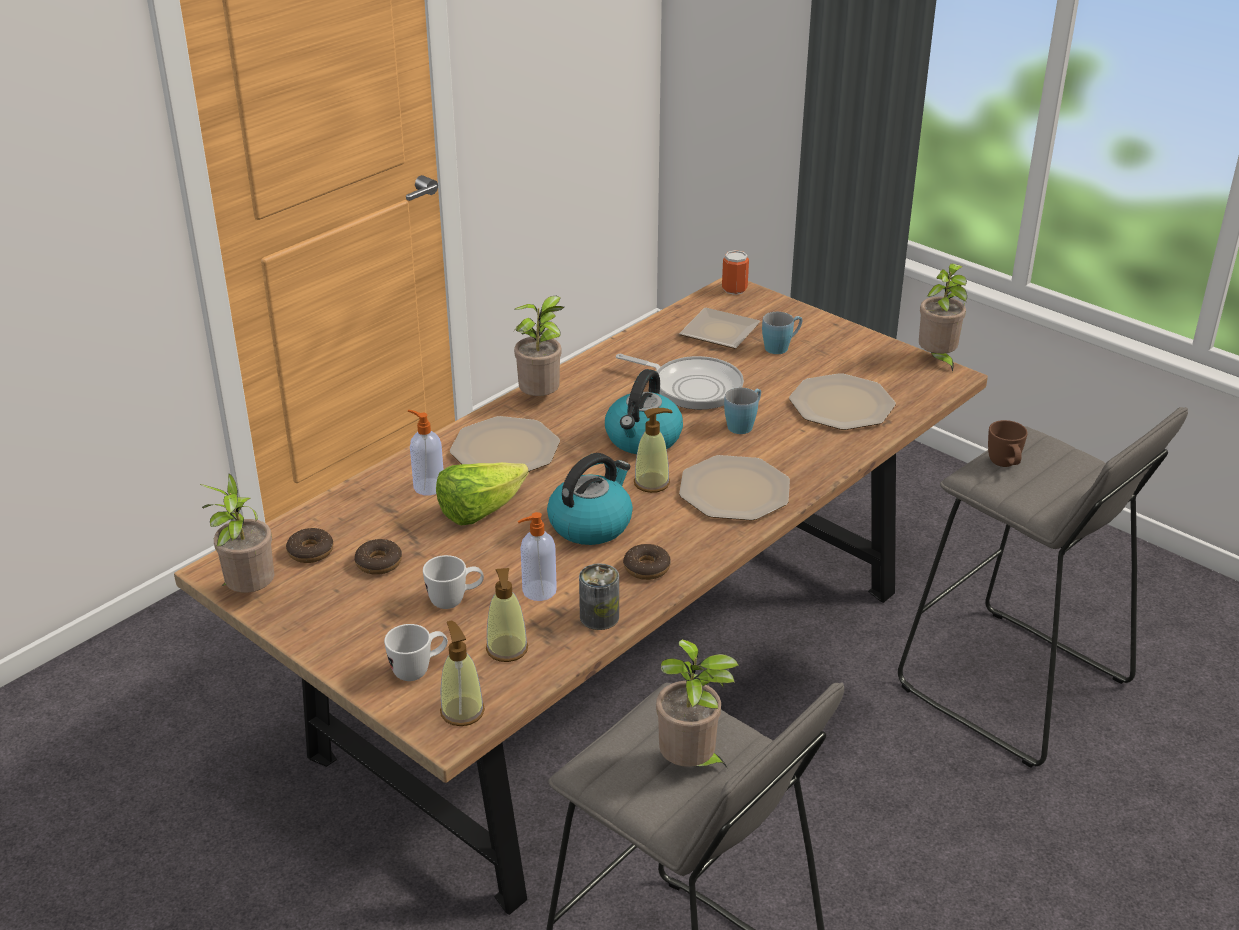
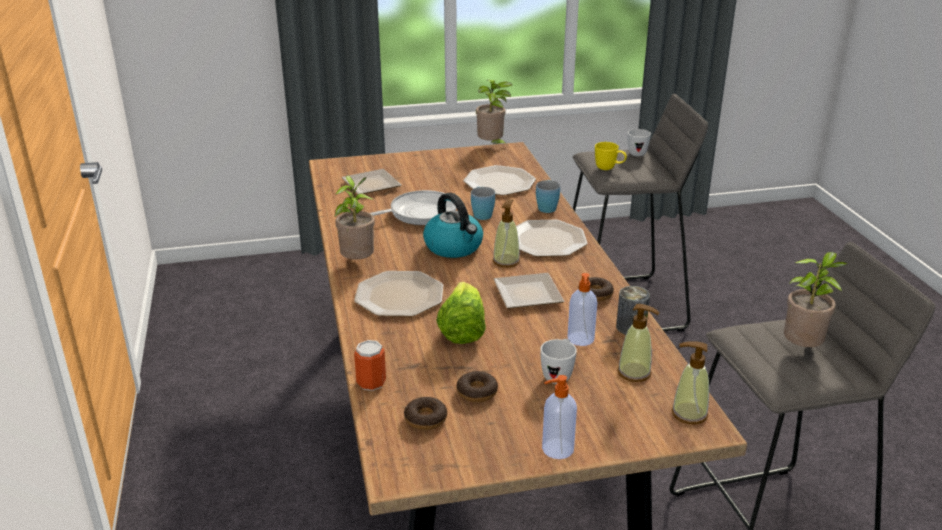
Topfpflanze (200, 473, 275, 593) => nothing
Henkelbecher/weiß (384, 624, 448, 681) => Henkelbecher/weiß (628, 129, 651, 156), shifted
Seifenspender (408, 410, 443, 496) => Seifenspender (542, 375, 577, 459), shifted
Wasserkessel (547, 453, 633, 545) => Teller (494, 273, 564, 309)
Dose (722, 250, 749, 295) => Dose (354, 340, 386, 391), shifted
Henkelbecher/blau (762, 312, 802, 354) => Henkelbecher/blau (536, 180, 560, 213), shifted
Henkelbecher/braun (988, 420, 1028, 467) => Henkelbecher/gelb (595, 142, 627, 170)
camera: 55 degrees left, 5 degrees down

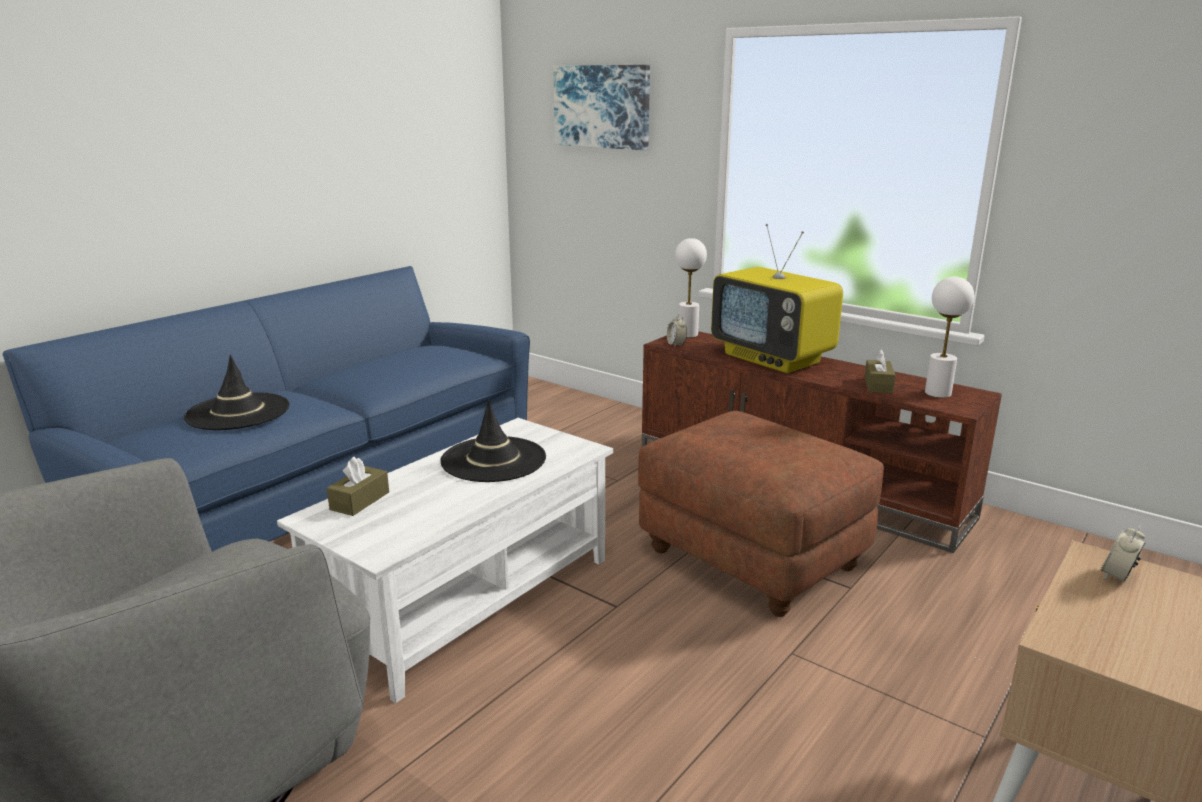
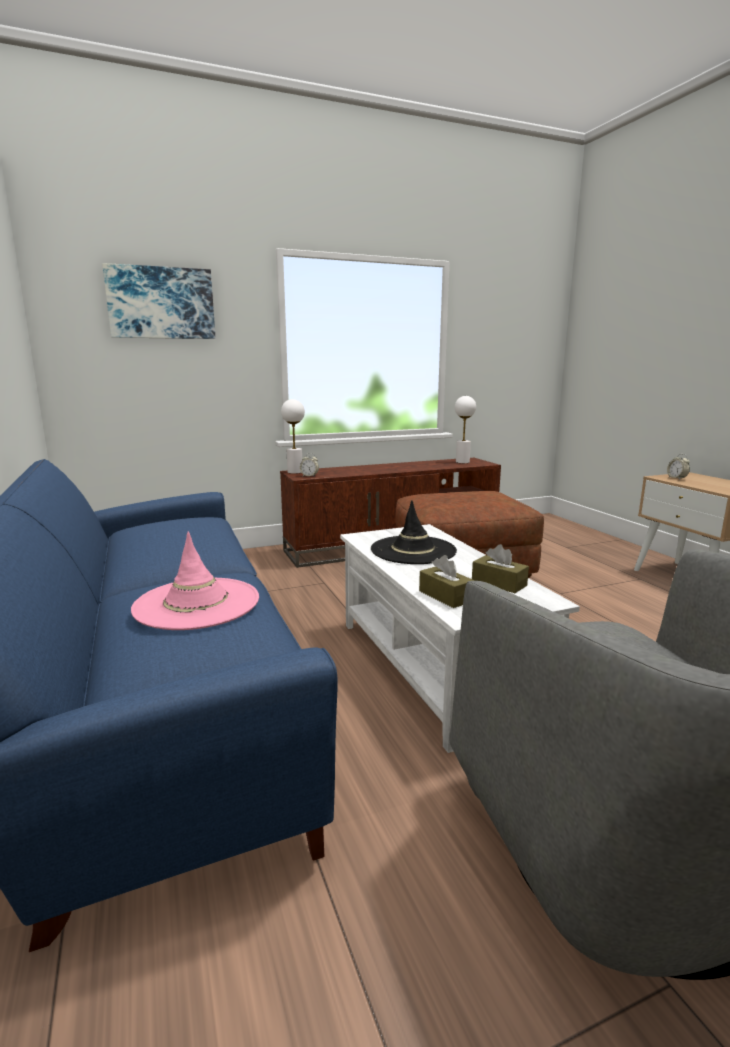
Hut/schwarz (184, 355, 289, 430) => Hut/rosa (131, 532, 259, 630)
Fernseher (711, 224, 843, 373) => nothing
Taschentuchbox/braun (865, 349, 896, 393) => Taschentuchbox/braun (472, 544, 529, 593), shifted
camera: 60 degrees left, 5 degrees down

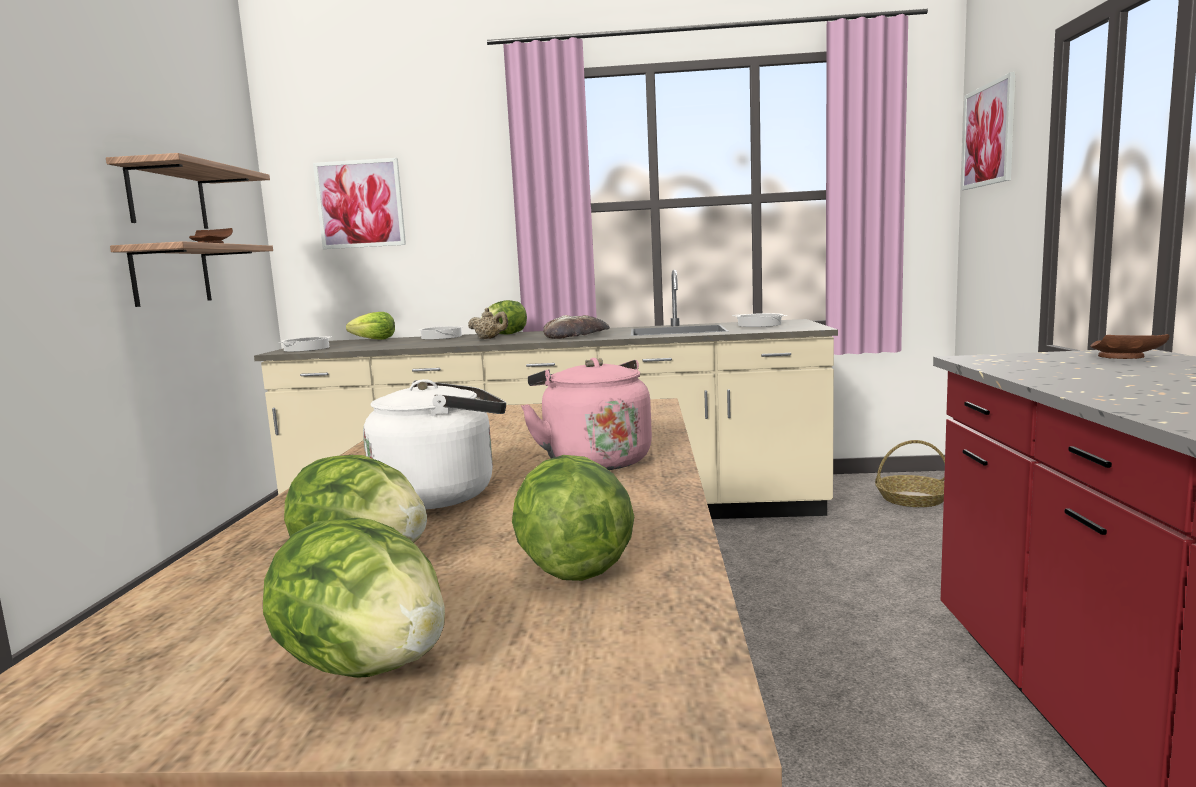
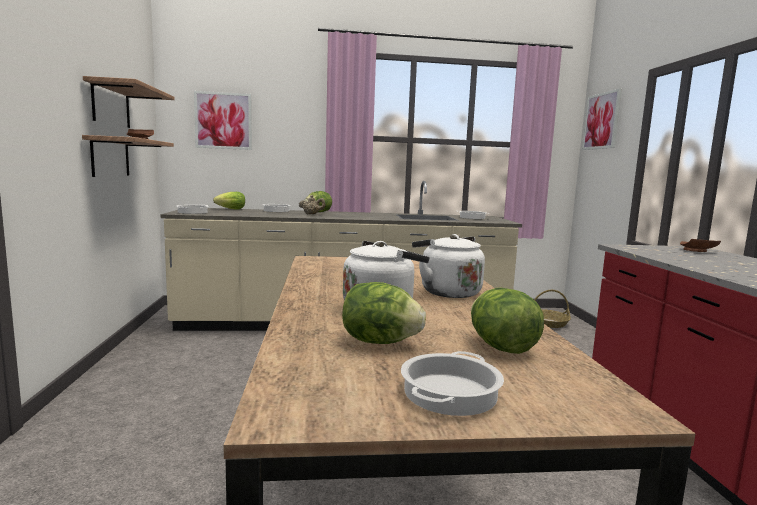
Salatkopf (263, 518, 445, 678) => Kochtopf (401, 351, 504, 416)
Wasserkessel/rosa (521, 358, 652, 470) => Wasserkessel/weiß (412, 234, 485, 298)
Brot (543, 315, 610, 339) => nothing
camera: 10 degrees left, 0 degrees up

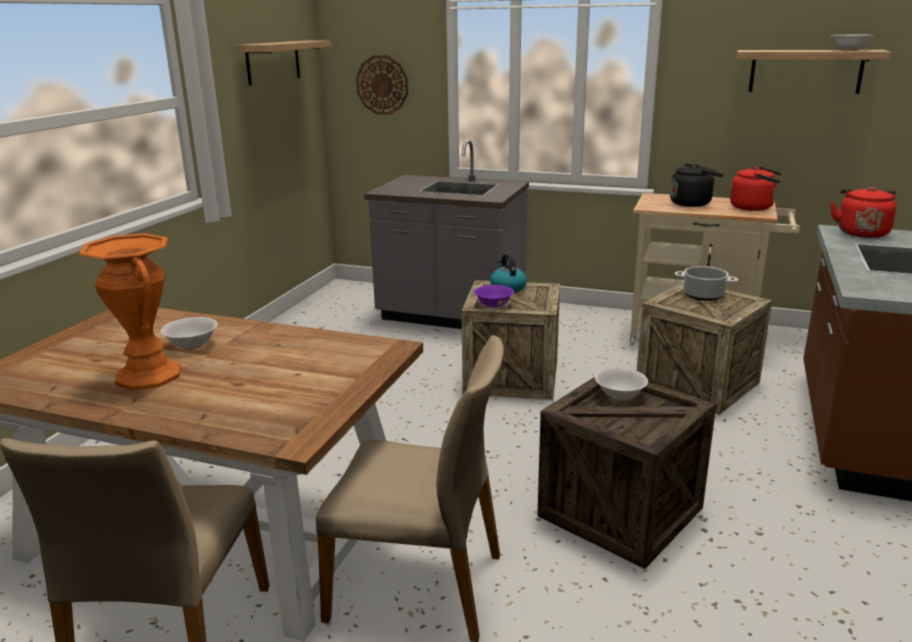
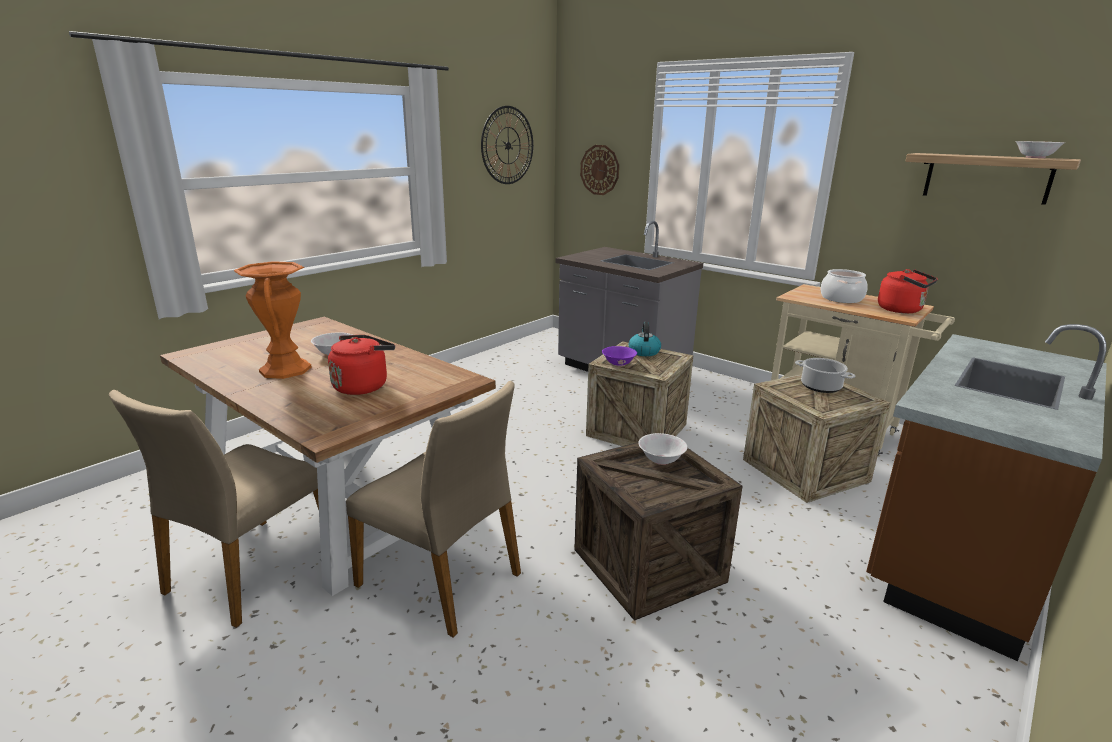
Wandregal (236, 40, 331, 85) => Wanduhr (481, 106, 533, 184)
Wasserkessel/schwarz (670, 163, 723, 207) => Kochtopf (820, 269, 868, 303)
Wasserkessel/rot (830, 187, 897, 238) => Wasserkessel/rot (328, 335, 395, 395), shifted
camera: 20 degrees right, 0 degrees up

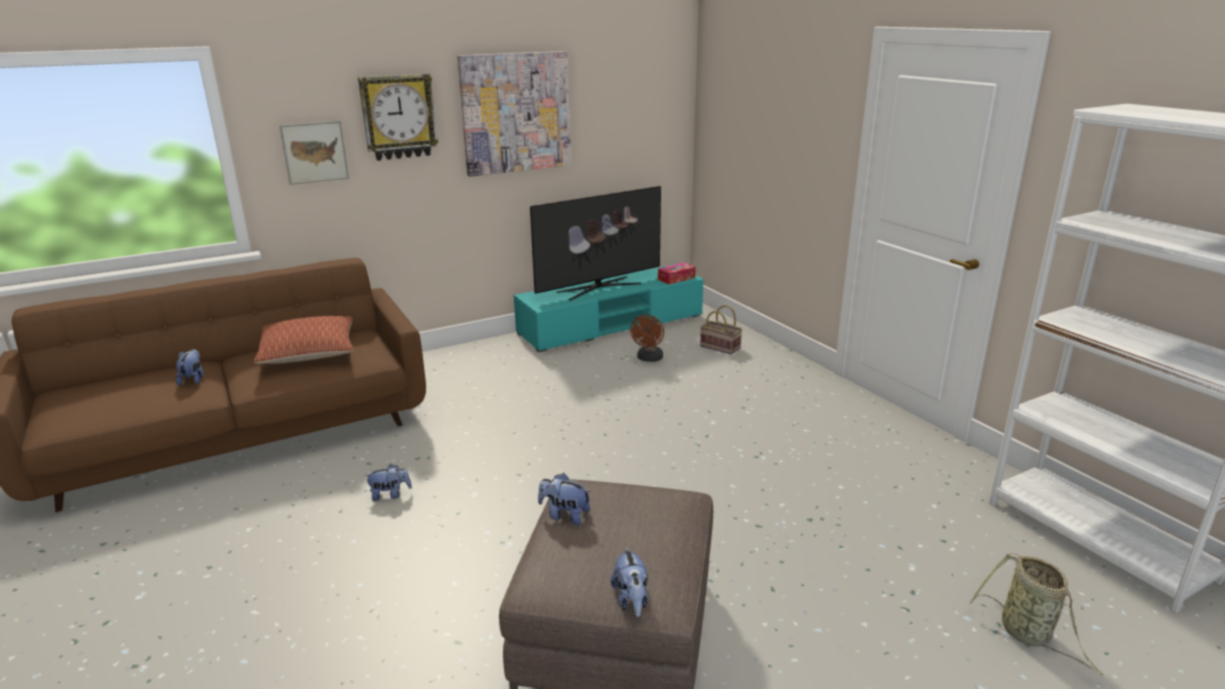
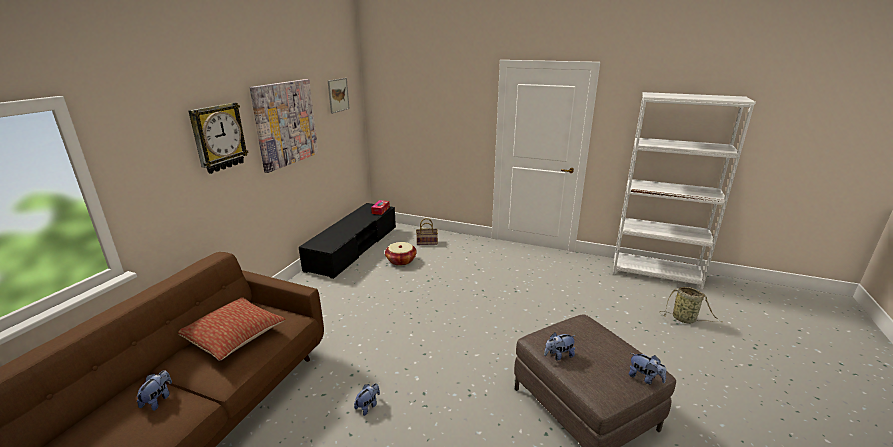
Plüschtier (176, 349, 204, 386) => Plüschtier (136, 370, 172, 411), 60 degrees clockwise
Bild (279, 121, 349, 185) => Bild (328, 78, 350, 114), shifted
Fernsehschrank/türkis (514, 265, 704, 352) => Fernsehschrank/schwarz (299, 203, 396, 279)
Fernseher (530, 186, 661, 301) => nothing
Ventilator/braun (630, 315, 664, 362) => Korb (385, 242, 417, 266)
camera: 40 degrees left, 0 degrees up

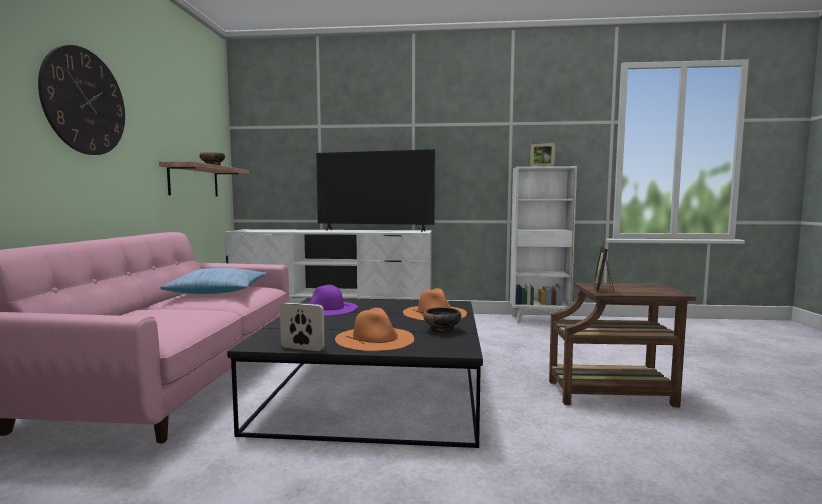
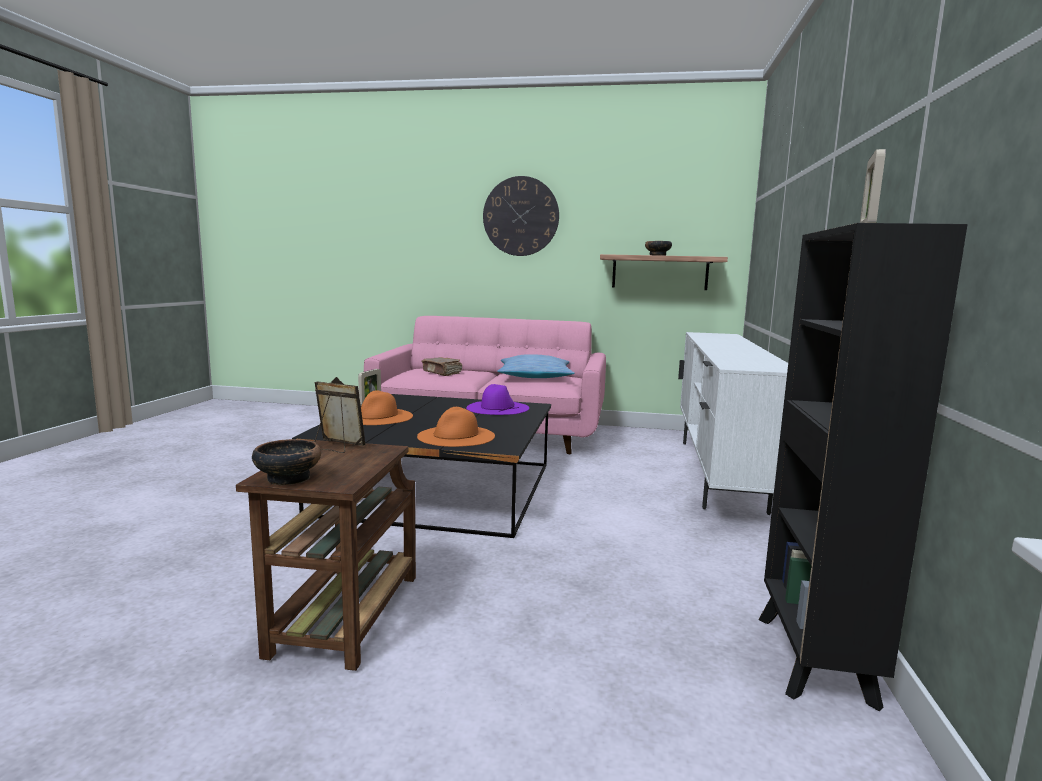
Fernseher (316, 149, 435, 232) => nothing
Schüssel (423, 307, 461, 333) => Schüssel (252, 439, 321, 485), shifted
Bücherregal/weiß (510, 166, 577, 323) => Bücherregal/schwarz (758, 223, 968, 711)
nothing => Buch/braun (422, 357, 462, 376)
camera: 95 degrees right, 5 degrees up

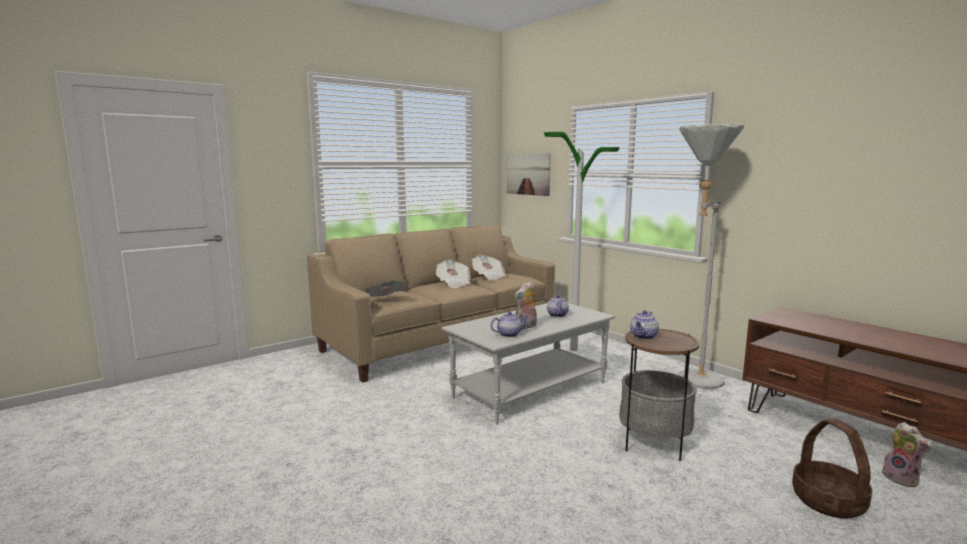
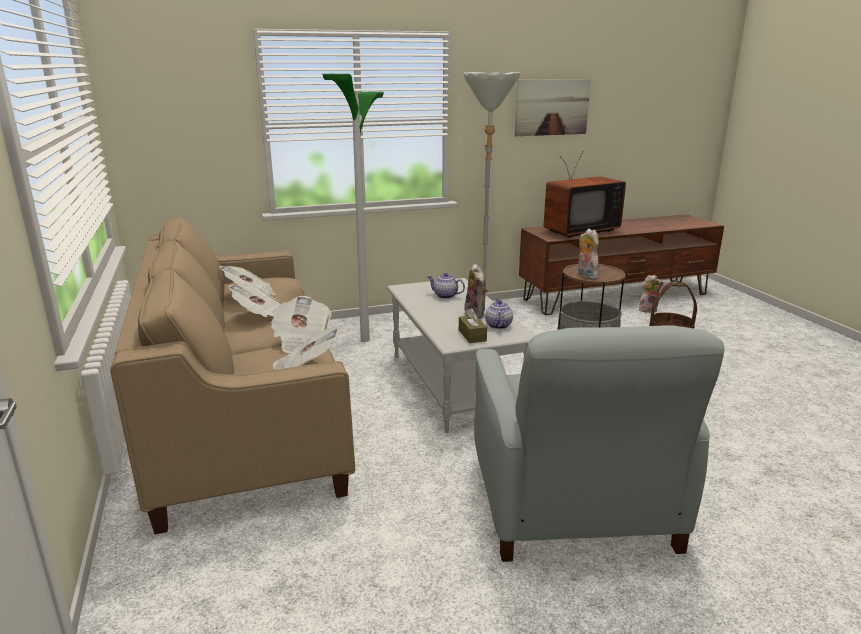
Bild (507, 153, 551, 196) => Bild (515, 79, 591, 136), shifted
Teekanne (630, 310, 659, 339) => Plüschtier (578, 228, 601, 279)
nothing => Zeitung (270, 296, 332, 353)
nothing => Taschentuchbox/braun (459, 308, 487, 343)
nothing => Sessel/grau (474, 325, 724, 562)
nothing => Fernseher (543, 152, 626, 238)
camera: 70 degrees left, 10 degrees up

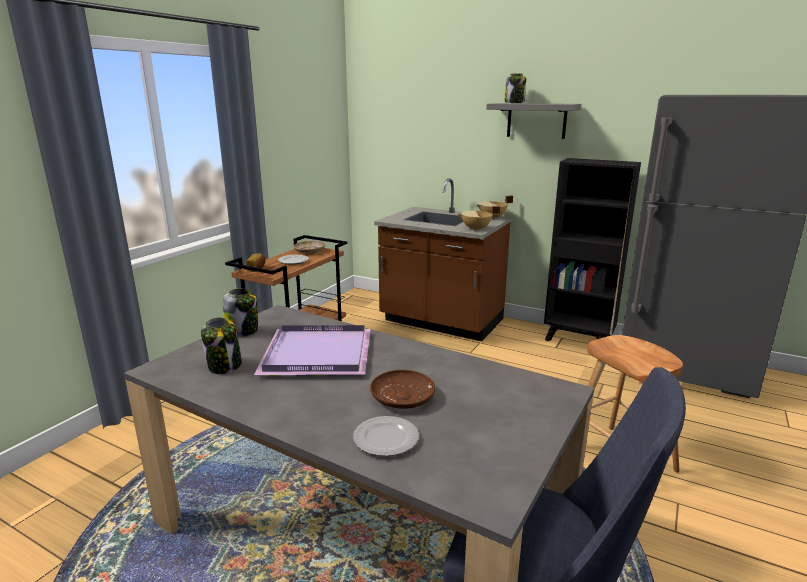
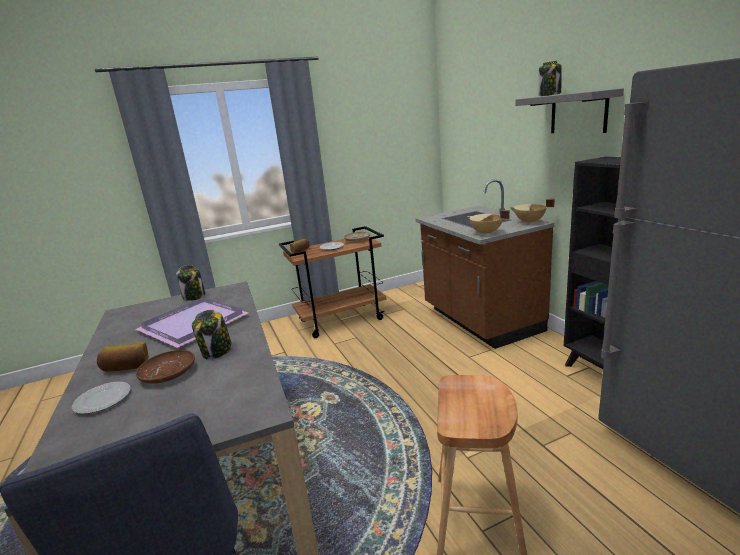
Vorratsglas (201, 317, 242, 374) => Vorratsglas (192, 310, 232, 360), shifted
nothing => Brot (97, 342, 149, 372)
camera: 40 degrees right, 0 degrees up

